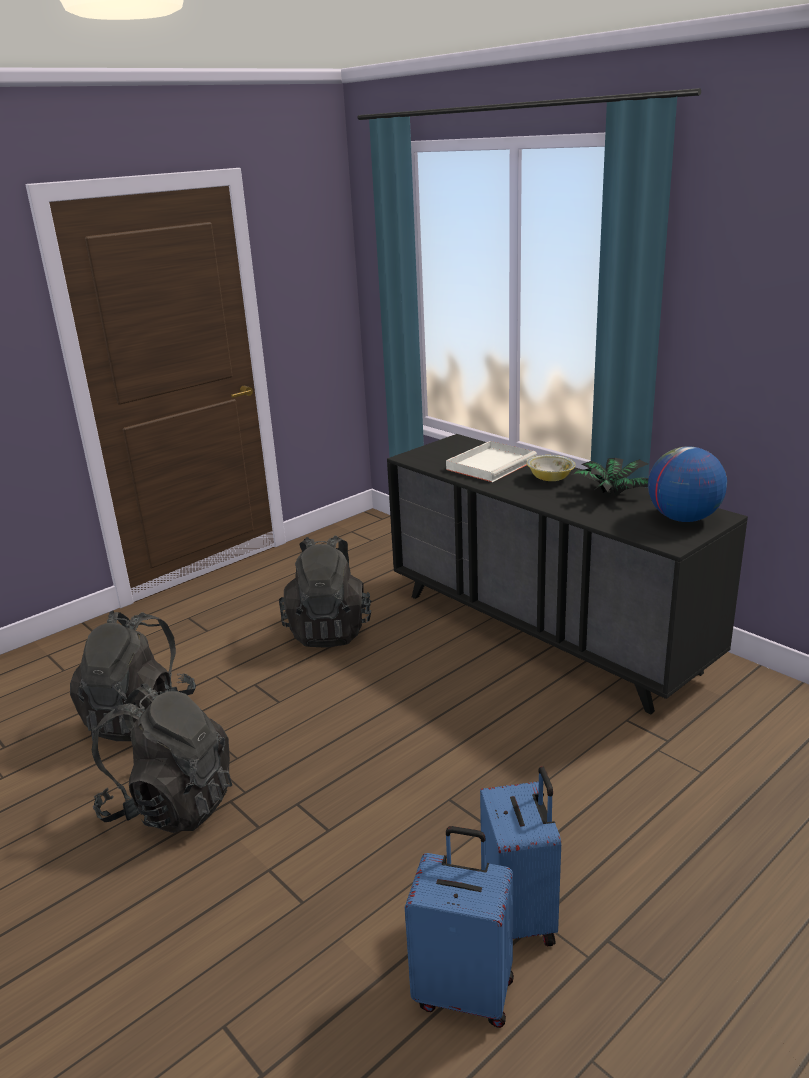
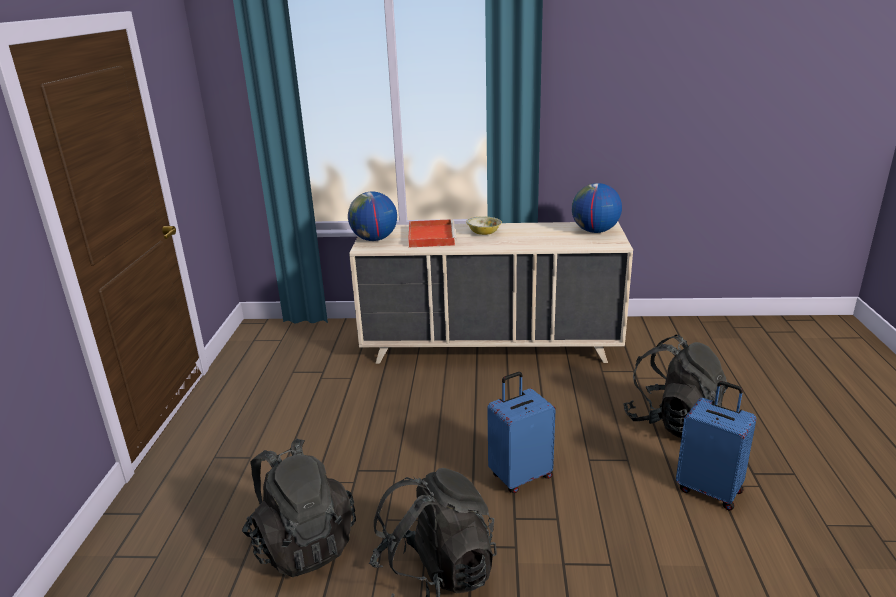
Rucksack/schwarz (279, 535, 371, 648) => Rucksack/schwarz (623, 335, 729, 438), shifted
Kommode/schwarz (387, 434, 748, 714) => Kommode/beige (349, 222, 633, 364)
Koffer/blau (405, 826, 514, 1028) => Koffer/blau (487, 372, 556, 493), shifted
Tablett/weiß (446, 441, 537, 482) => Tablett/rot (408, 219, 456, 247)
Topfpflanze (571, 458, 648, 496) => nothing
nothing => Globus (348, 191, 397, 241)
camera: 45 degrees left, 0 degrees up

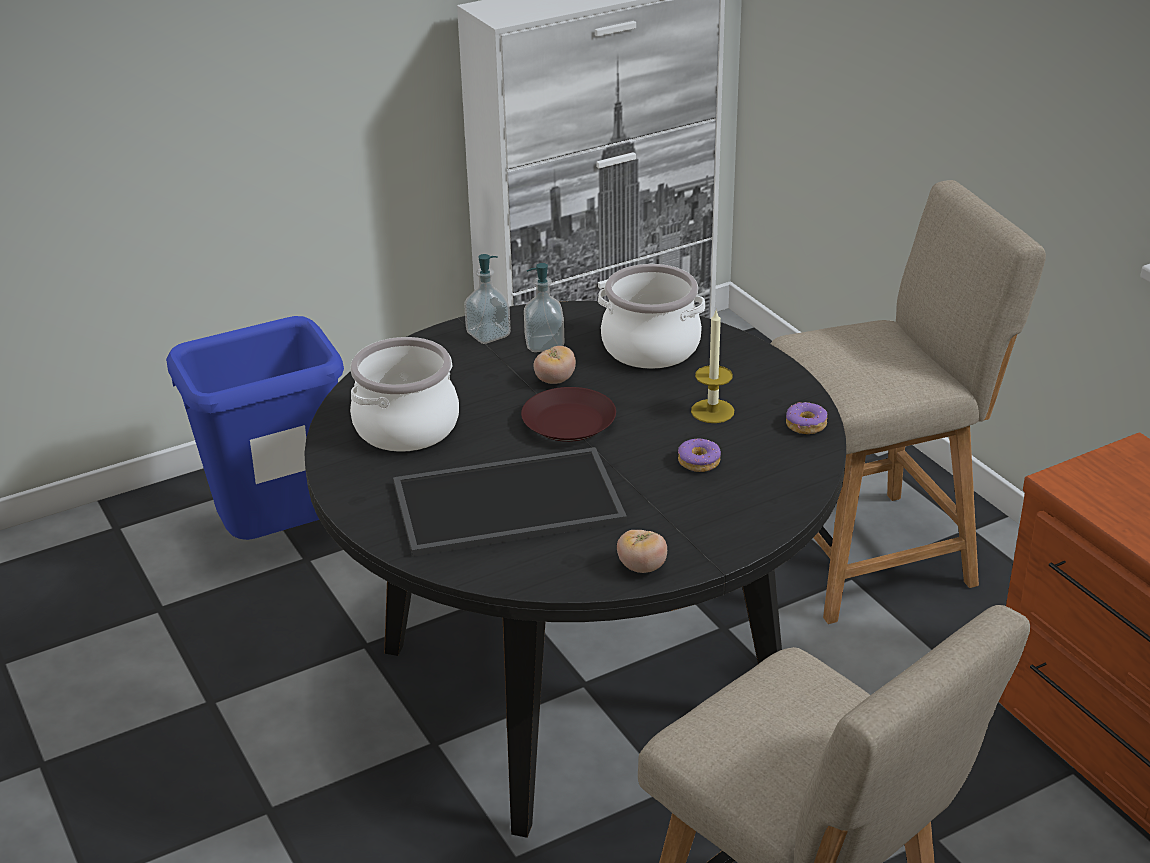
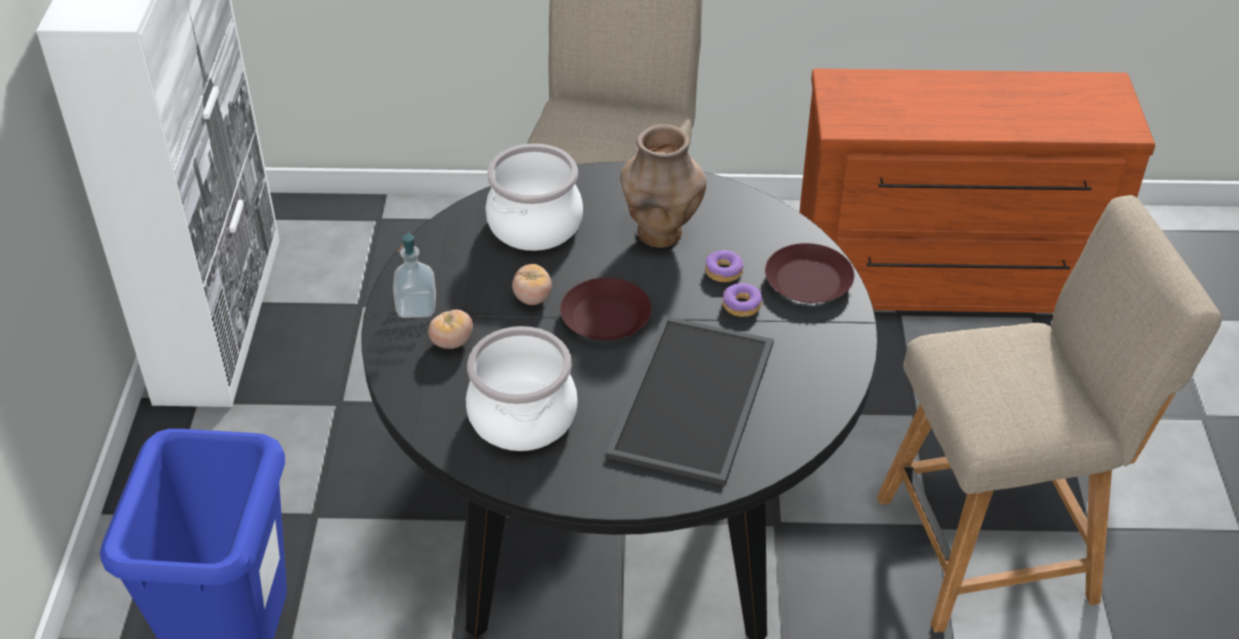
Seifenspender (524, 263, 564, 352) => nothing
Tomate (617, 530, 667, 573) => Tomate (428, 310, 473, 349), shifted
Kerze (691, 310, 734, 423) => Vase/braun (620, 124, 706, 248)
Donut (786, 402, 827, 434) => Donut (723, 283, 762, 317), shifted
nothing => Teller/braun (765, 243, 854, 303)
camera: 60 degrees left, 10 degrees up

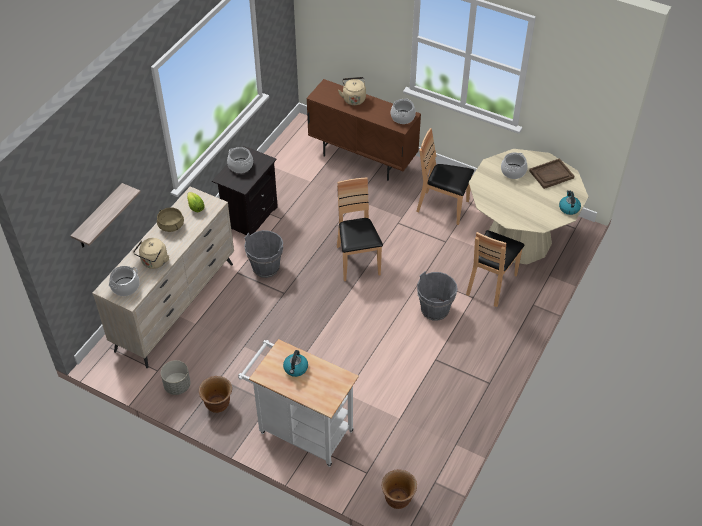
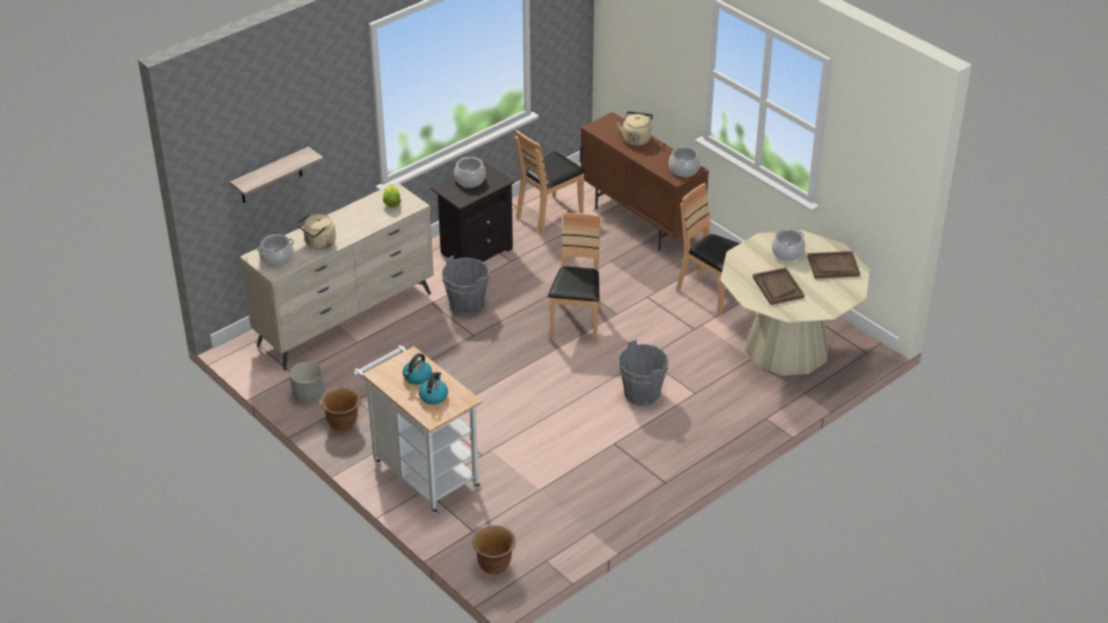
Kochtopf/beige (157, 207, 184, 232) => nothing
Stuhl/braun (466, 230, 524, 307) => Stuhl/braun (514, 130, 586, 235), shifted
Wasserkessel (559, 190, 581, 215) => Wasserkessel (418, 372, 448, 405), shifted
nothing => Tablett/braun (753, 267, 805, 305)
camera: 20 degrees right, 10 degrees down

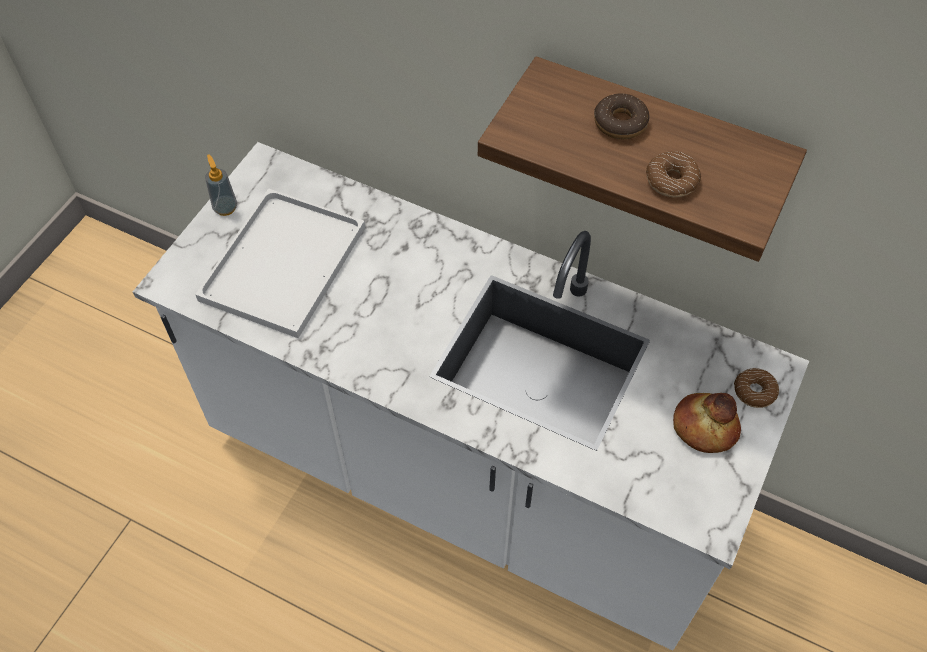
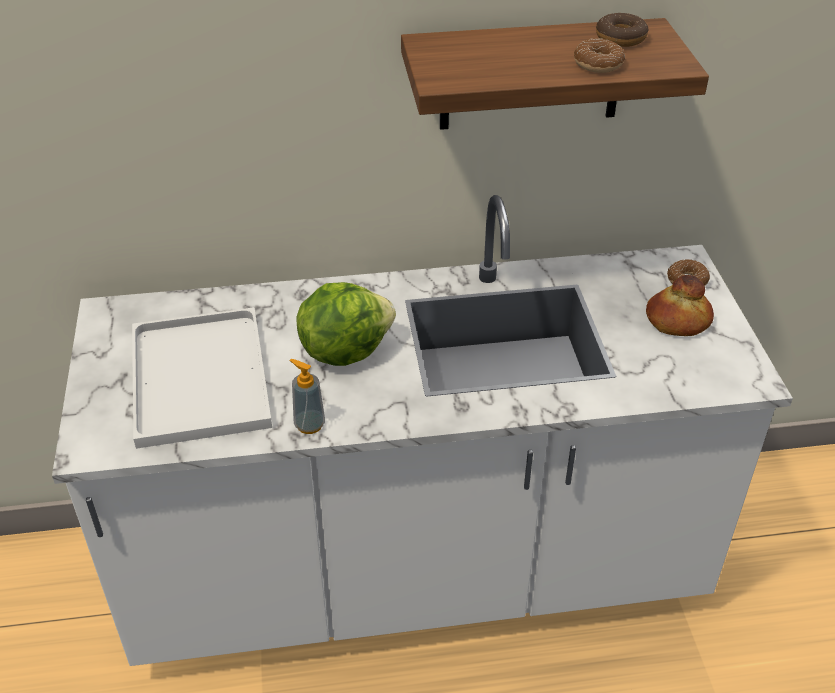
Seifenspender (205, 154, 237, 216) => Seifenspender (289, 359, 325, 434), shifted
Donut (594, 93, 650, 139) => Donut (596, 13, 649, 47), shifted
nothing => Salatkopf (297, 282, 396, 366)
camera: 35 degrees left, 15 degrees down

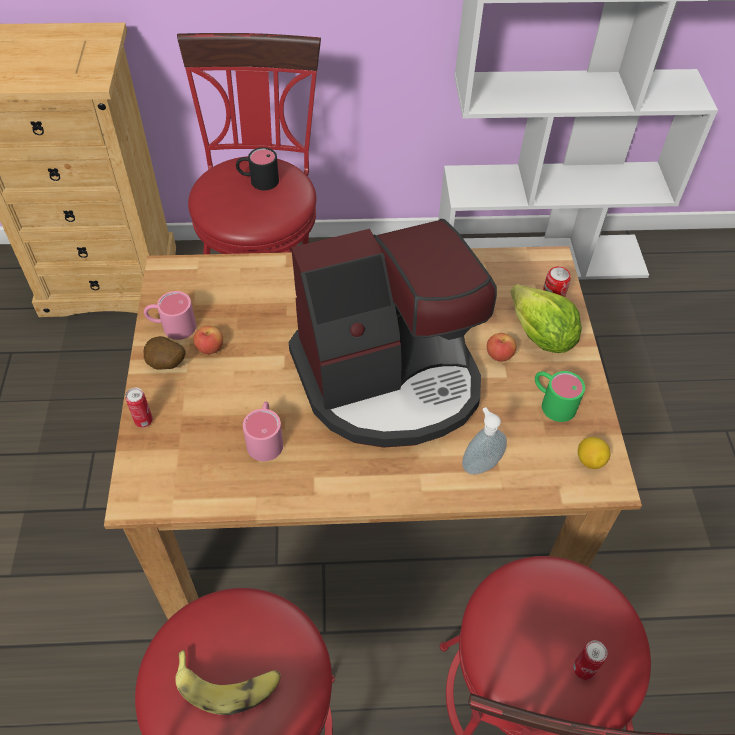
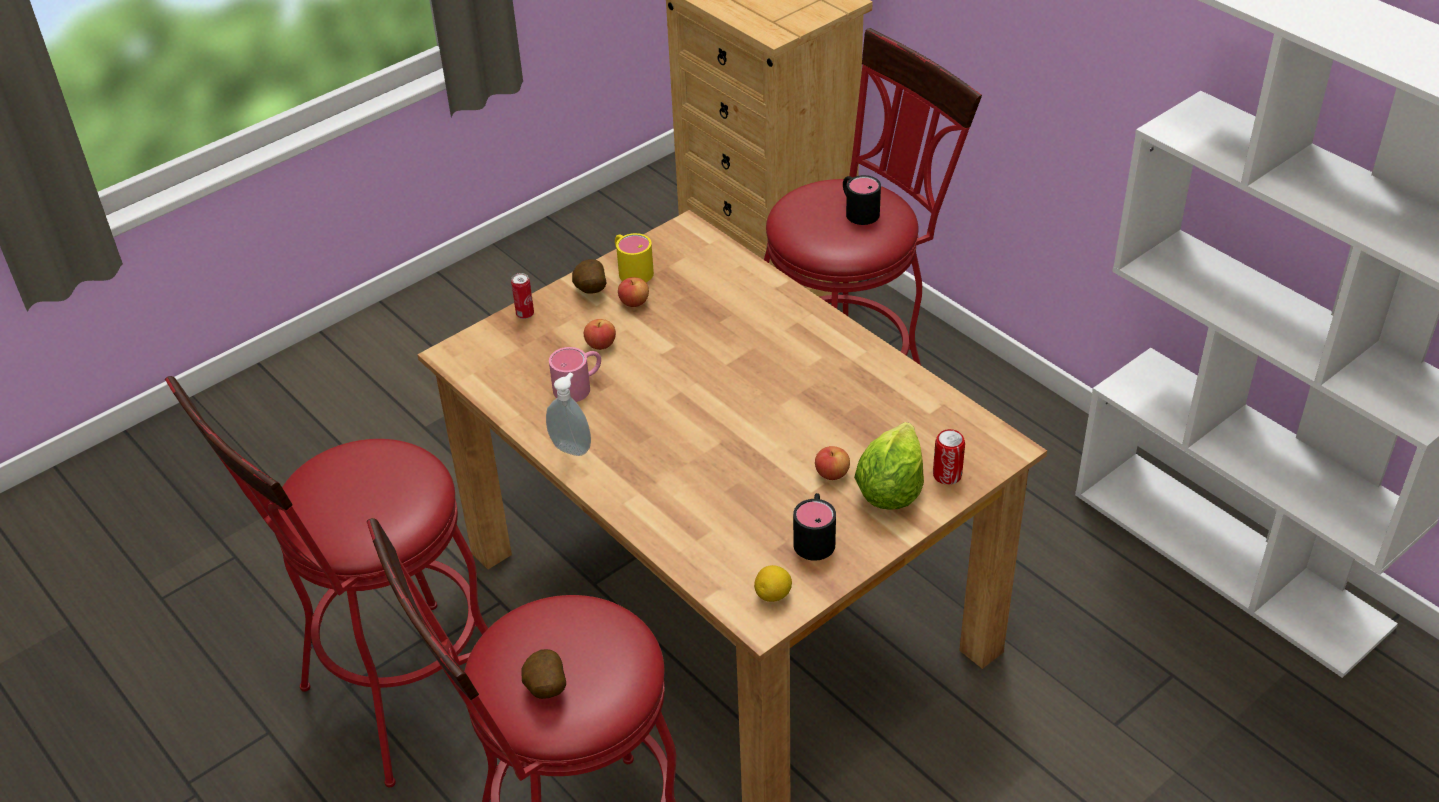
Henkelbecher/rosa (144, 291, 196, 340) => Henkelbecher/gelb (615, 233, 654, 282)
Banane (175, 650, 281, 715) => nothing
Kaffeemaschine (289, 219, 497, 448) => nothing
Seifenspender (462, 407, 507, 475) => Seifenspender (546, 373, 591, 456), shifted
Henkelbecher/grün (535, 371, 585, 422) => Henkelbecher/schwarz (793, 493, 836, 561)
Dose (573, 641, 607, 680) => Kartoffel (522, 649, 566, 699)
nothing => Apfel (584, 319, 616, 350)
camera: 55 degrees right, 10 degrees down

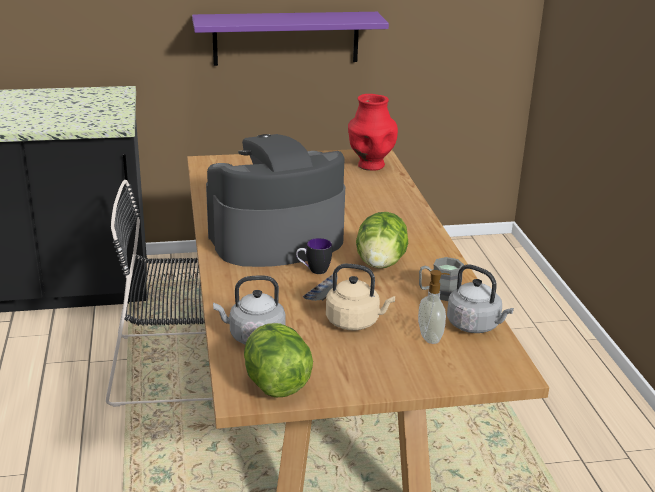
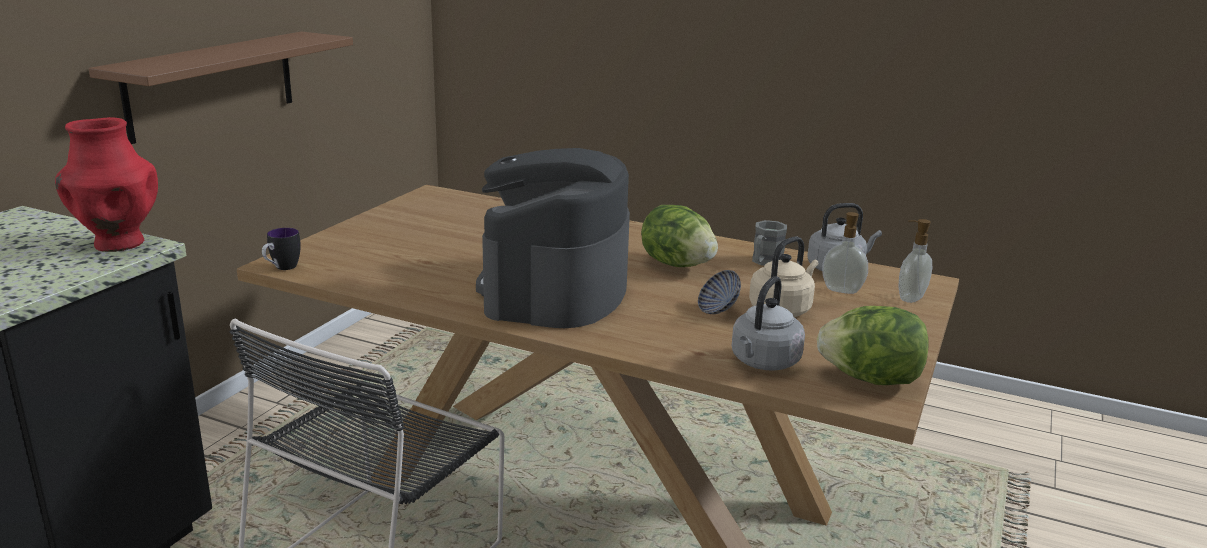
Wandregal/lila (192, 12, 389, 66) => Wandregal/braun (89, 31, 353, 144)
Henkelbecher (296, 238, 332, 274) => Henkelbecher (262, 228, 301, 270), shifted
Vase/rot (348, 94, 398, 171) => Vase/rot (55, 117, 158, 252), shifted
nothing => Seifenspender (898, 219, 932, 303)
camera: 55 degrees left, 5 degrees down

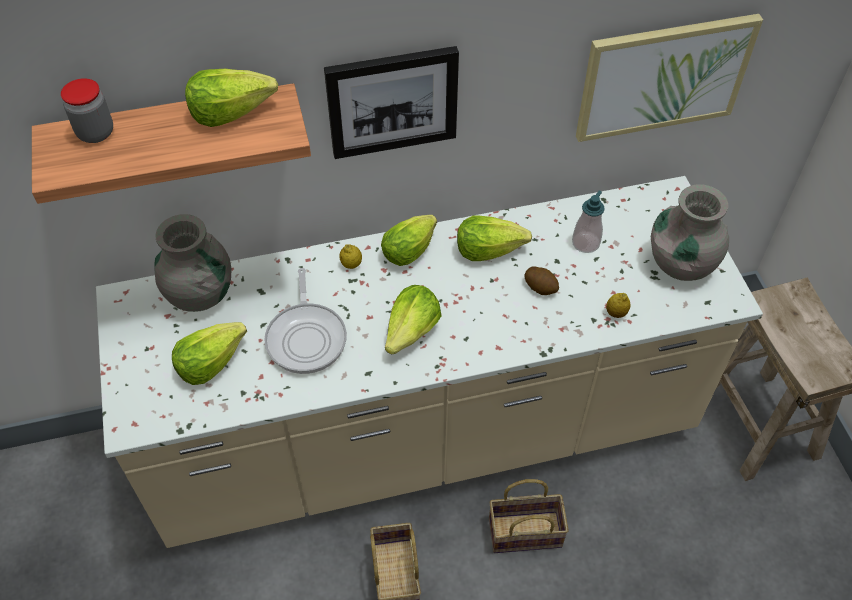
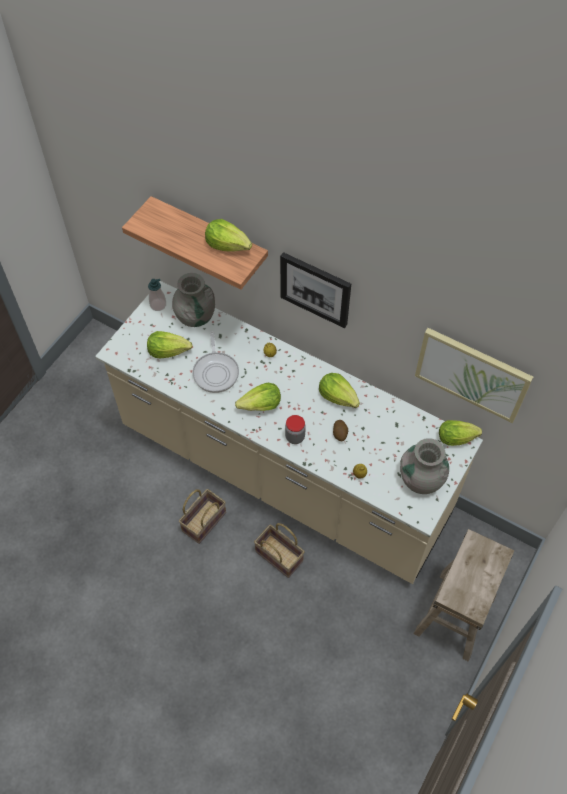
Vorratsglas (61, 78, 113, 143) => Vorratsglas (285, 415, 306, 444), shifted
Pfanne (264, 268, 347, 374) => Pfanne (193, 331, 239, 393), 45 degrees counterclockwise
Salatkopf (381, 215, 437, 266) => Salatkopf (439, 420, 482, 446), shifted
Seifenspender (572, 190, 605, 253) => Seifenspender (148, 279, 166, 311), shifted
camera: 45 degrees right, 5 degrees up

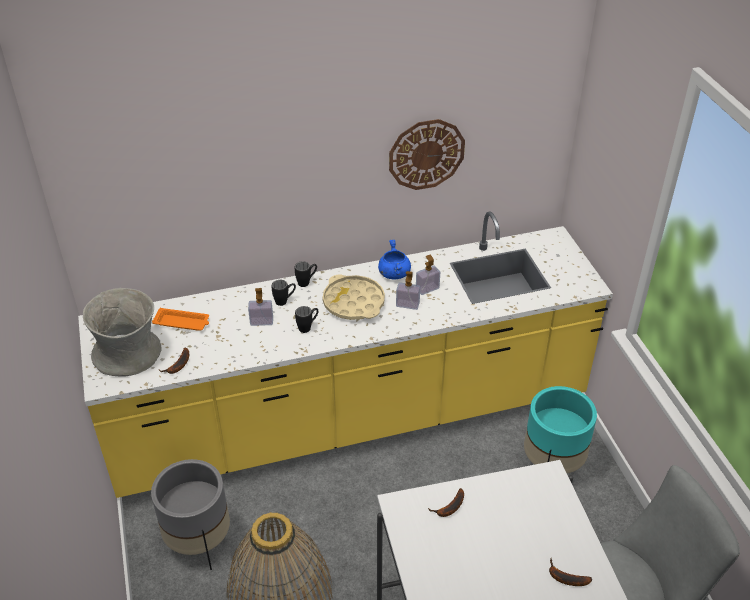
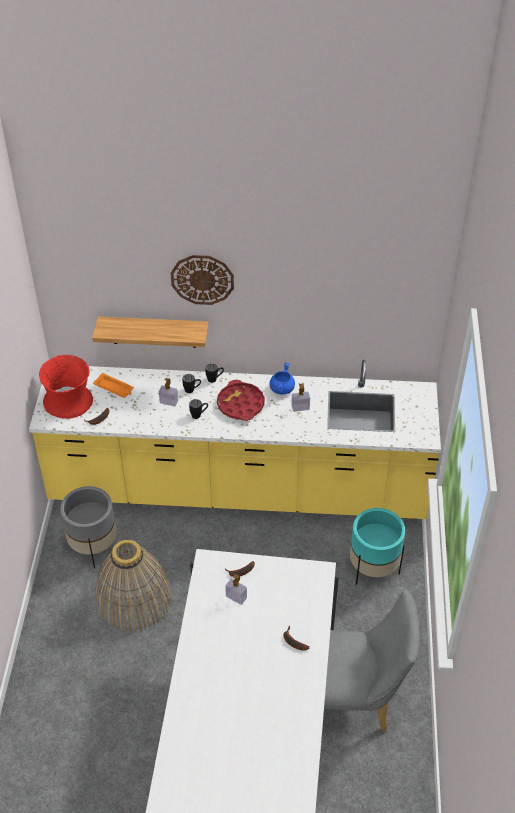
Vase/grau (83, 288, 162, 377) => Vase/rot (39, 355, 93, 419)
Tablett/beige (323, 274, 385, 320) => Tablett/rot (217, 380, 265, 421)
Wanduhr (389, 119, 465, 190) => Wanduhr (171, 255, 234, 305), shifted
Seifenspender (396, 271, 420, 310) => Seifenspender (225, 574, 247, 605), shifted
nothing => Wandregal (92, 316, 208, 348)
camera: 20 degrees right, 5 degrees up

